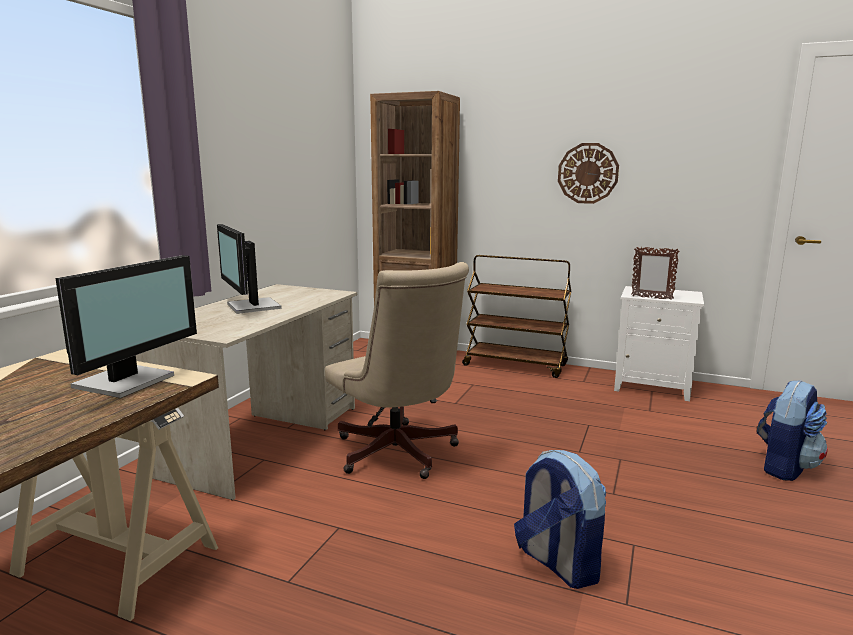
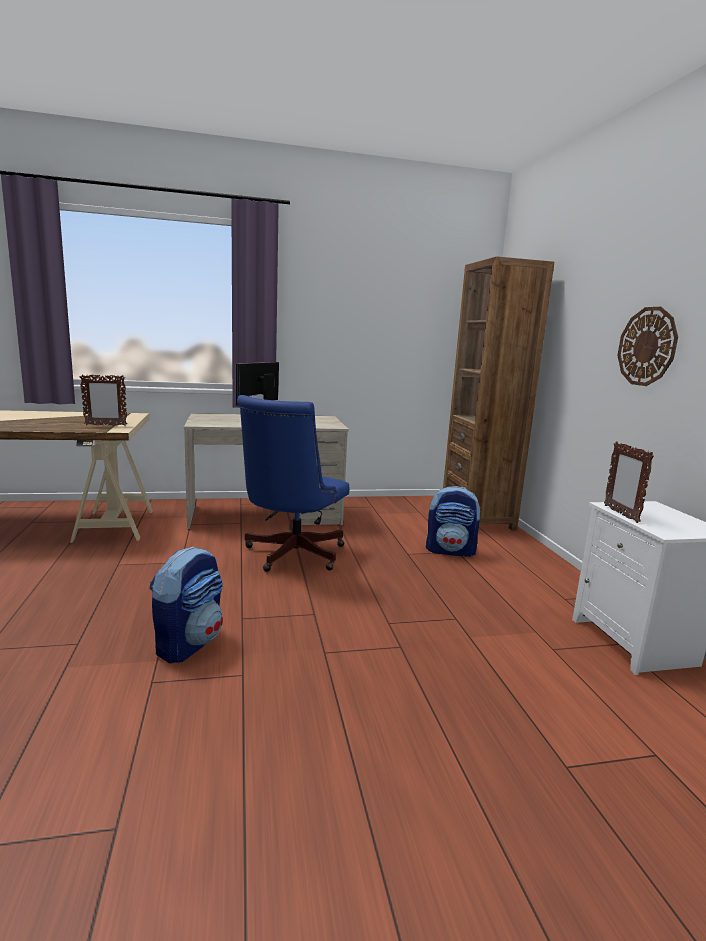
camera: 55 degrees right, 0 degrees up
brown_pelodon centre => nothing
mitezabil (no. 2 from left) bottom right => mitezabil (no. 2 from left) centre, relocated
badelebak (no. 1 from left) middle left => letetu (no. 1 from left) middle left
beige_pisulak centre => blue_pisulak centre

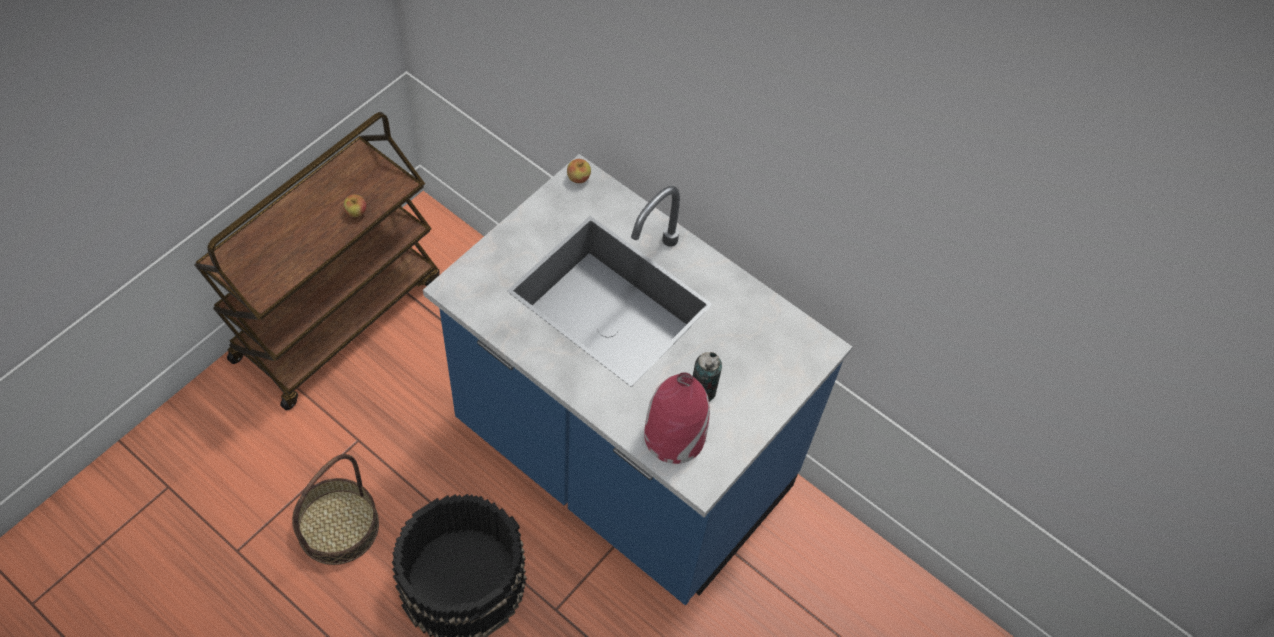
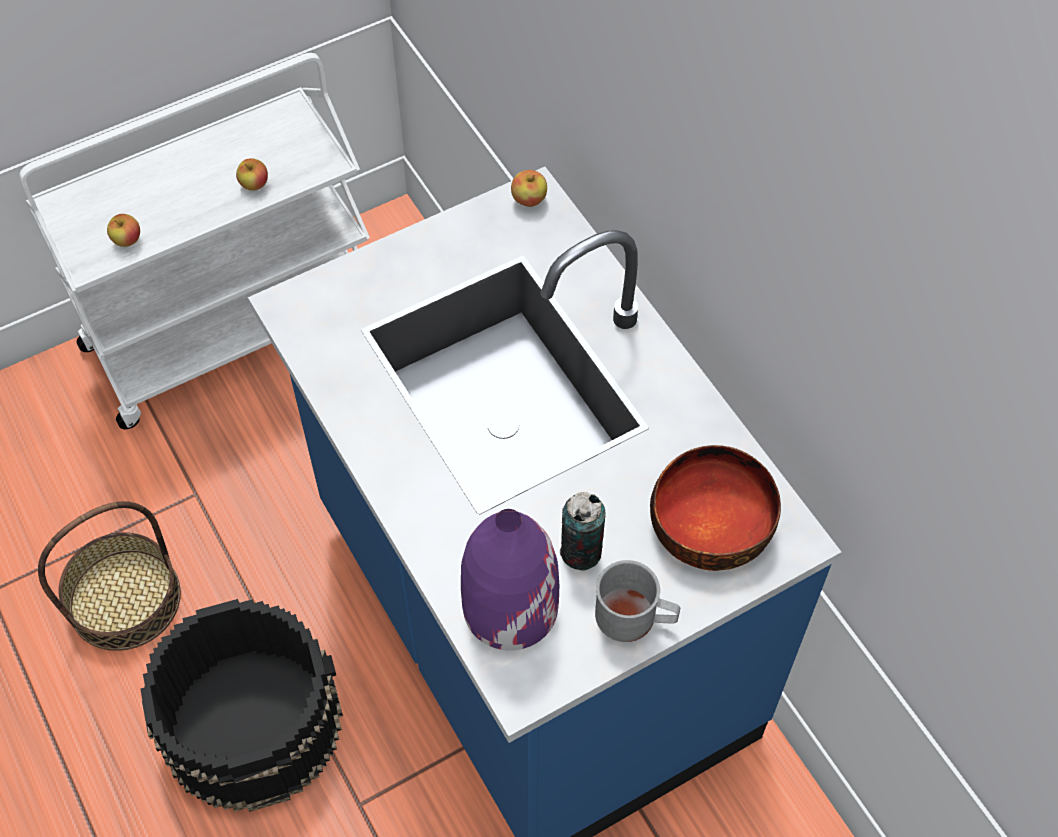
camera: 25 degrees right, 0 degrees up
nothing => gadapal (no. 1 from left) top left
nothing => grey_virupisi bottom centre
nothing => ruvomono middle right
brown_pelodon middle left => white_pelodon top left
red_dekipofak centre => purple_dekipofak bottom centre

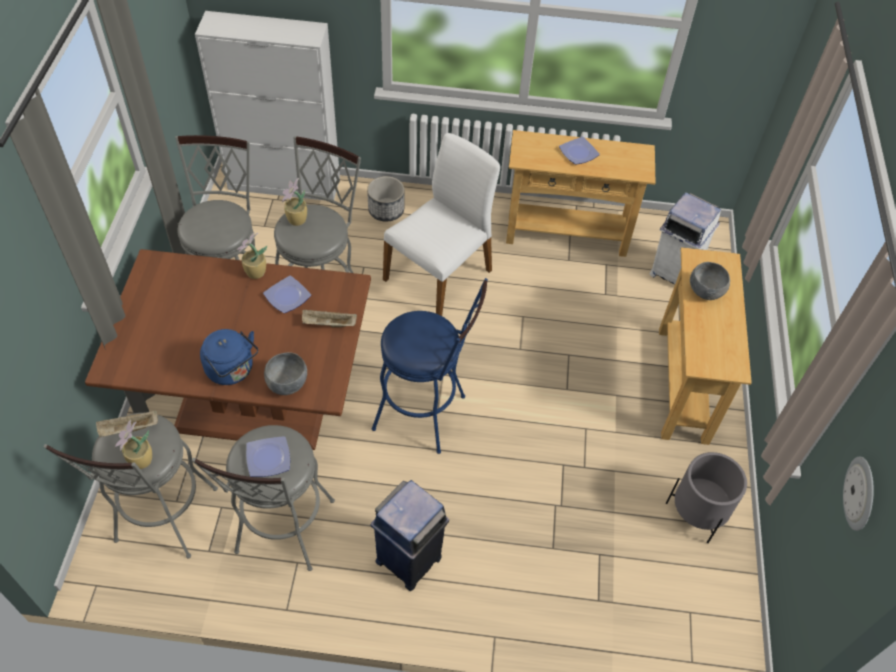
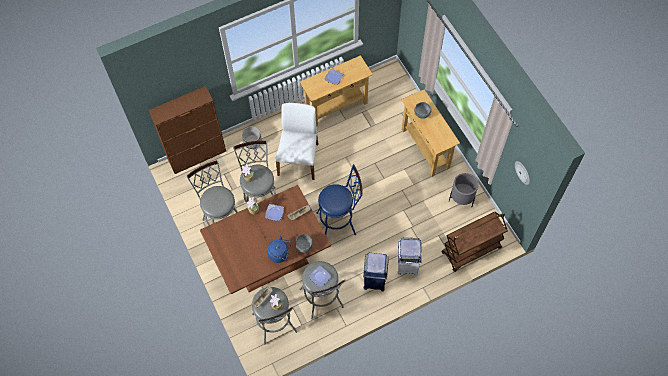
camera: 30 degrees left, 10 degrees up
nothing => brown_pelodon middle right
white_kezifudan middle right => white_kezifudan bottom centre, relocated
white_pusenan top left => brown_pusenan middle left

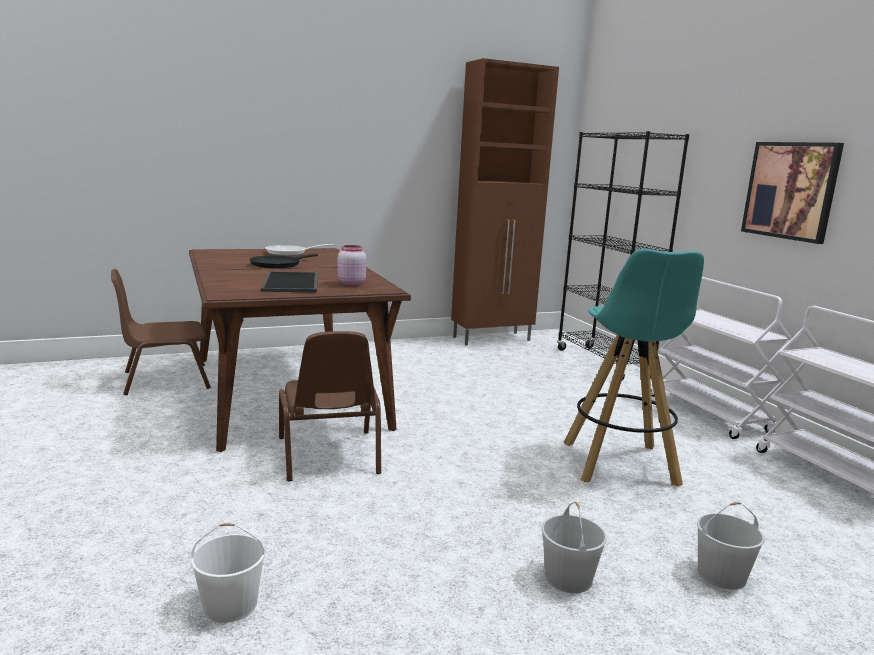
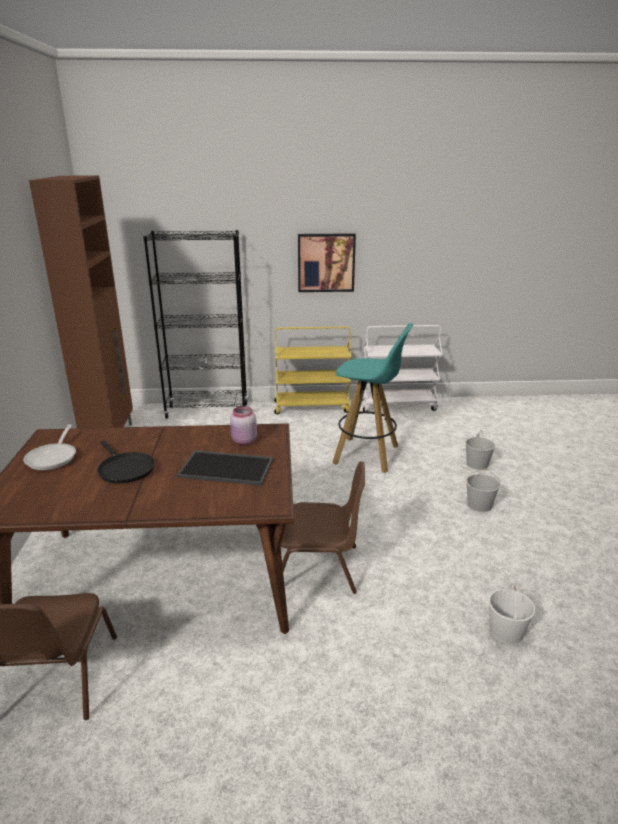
camera: 70 degrees left, 10 degrees up
white_pelodon (no. 1 from left) middle right => yellow_pelodon centre

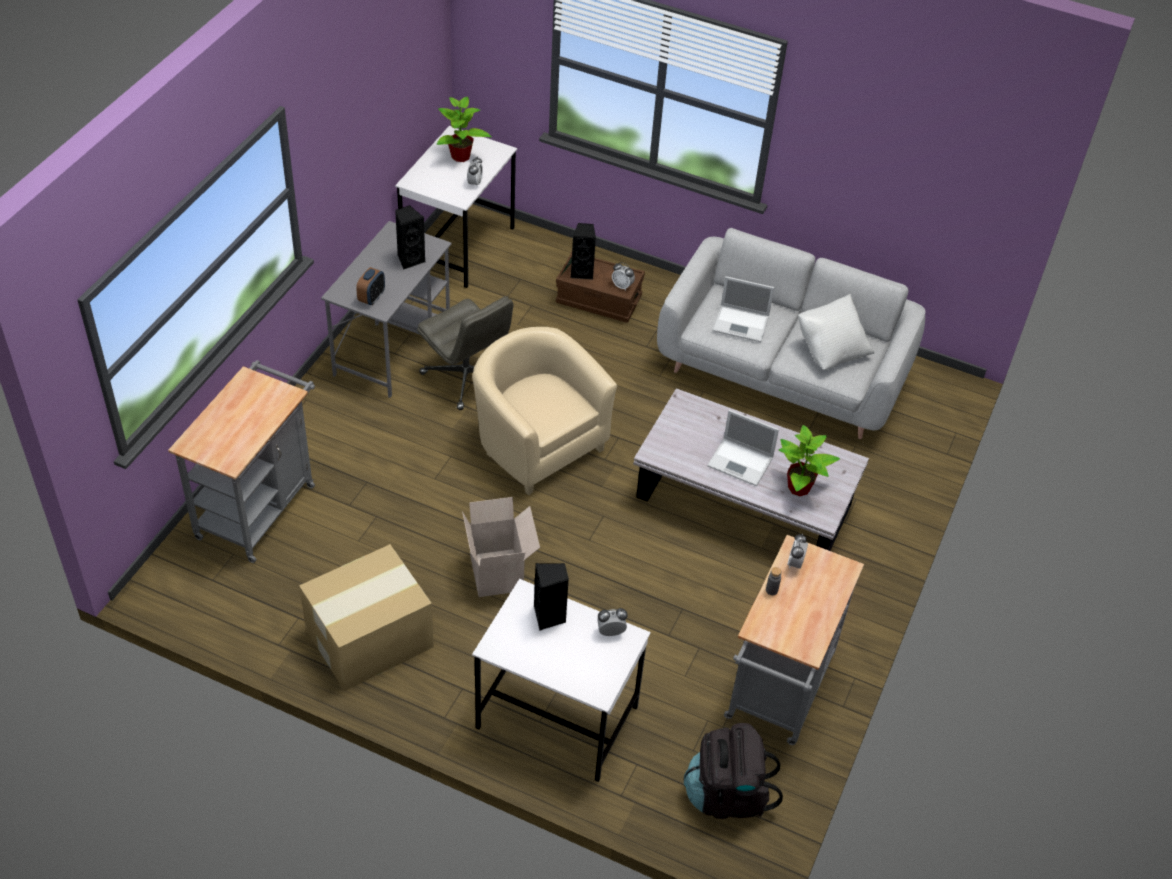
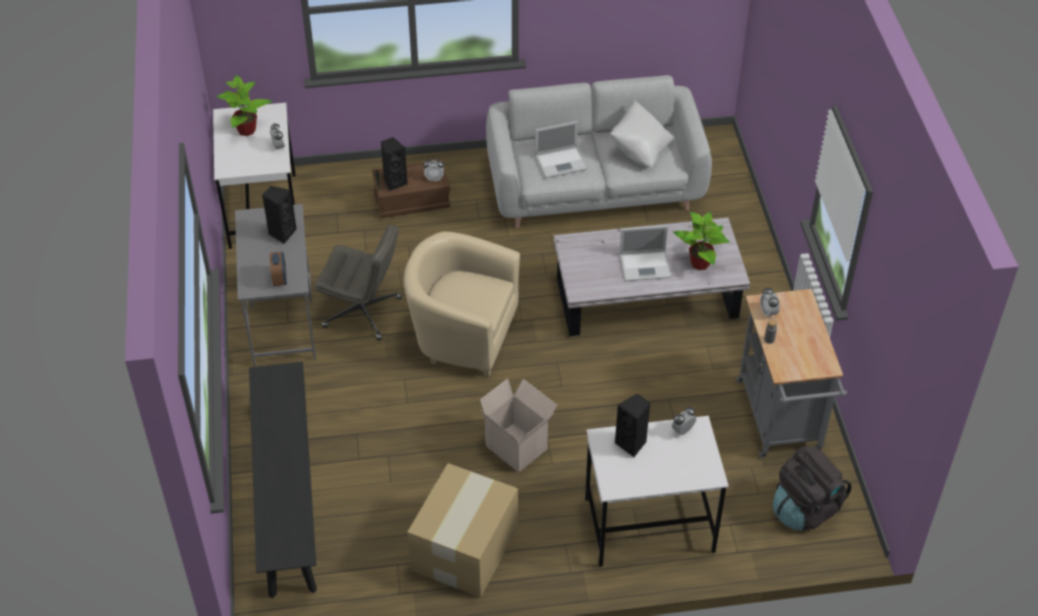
camera: 30 degrees left, 0 degrees up
grey_pelodon (no. 1 from left) middle left => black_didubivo bottom left

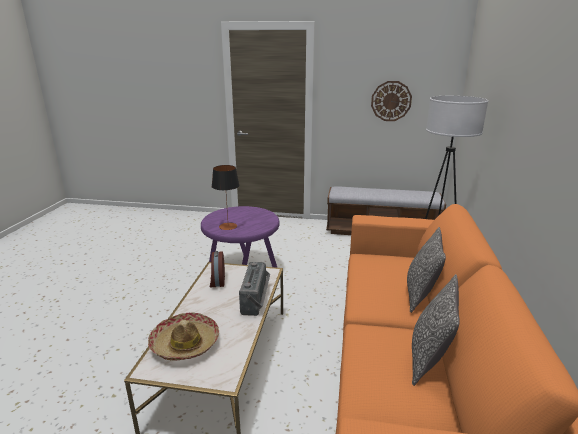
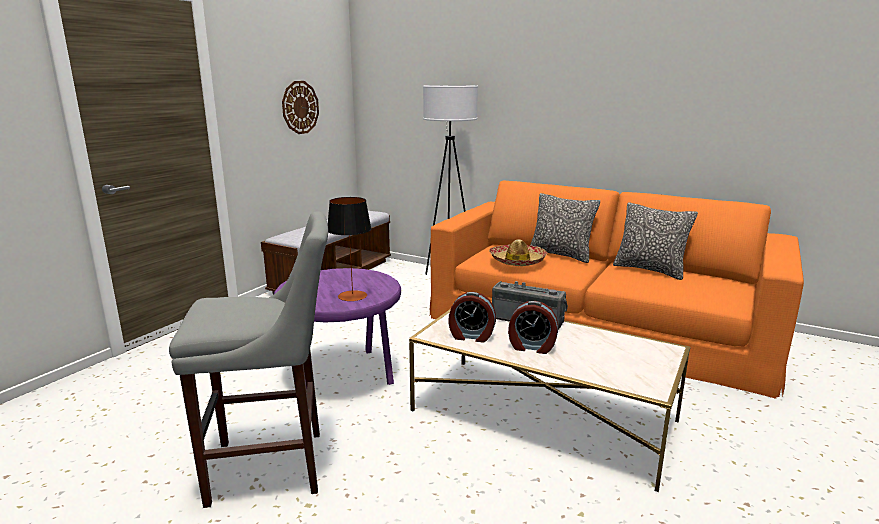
camera: 70 degrees left, 5 degrees down
nothing => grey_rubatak bottom left
nothing => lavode (no. 2 from left) centre
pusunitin bottom left => pusunitin centre, relocated

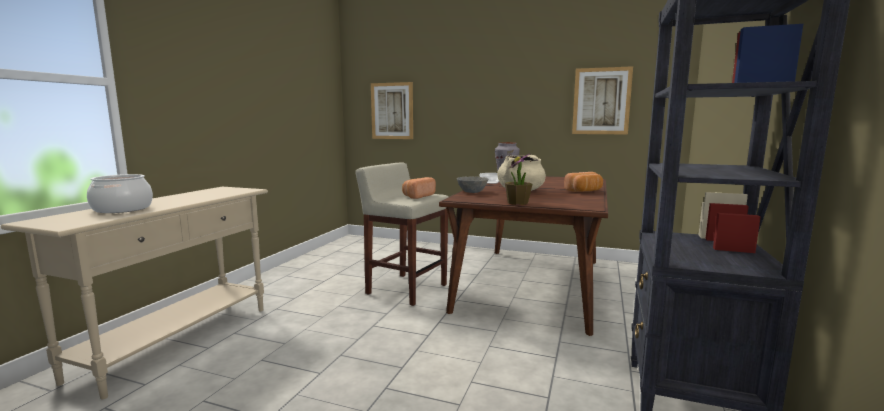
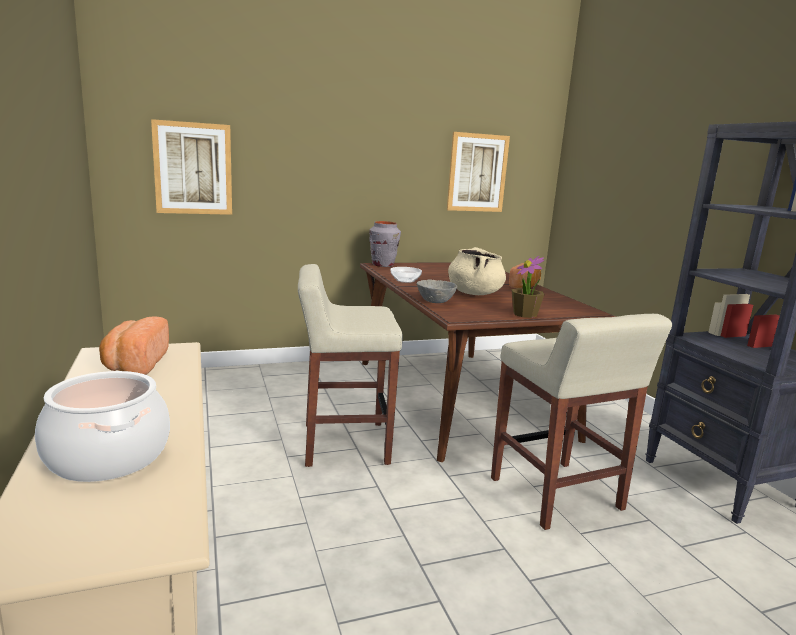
camera: 40 degrees left, 5 degrees up
nothing => beige_rubatak (no. 2 from left) middle right
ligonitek (no. 1 from left) centre => ligonitek (no. 1 from left) middle left, relocated

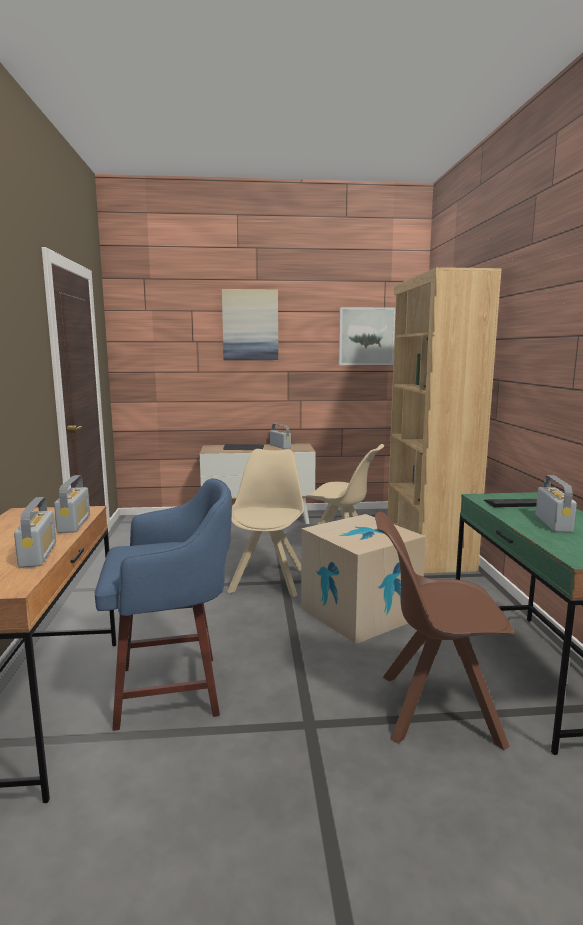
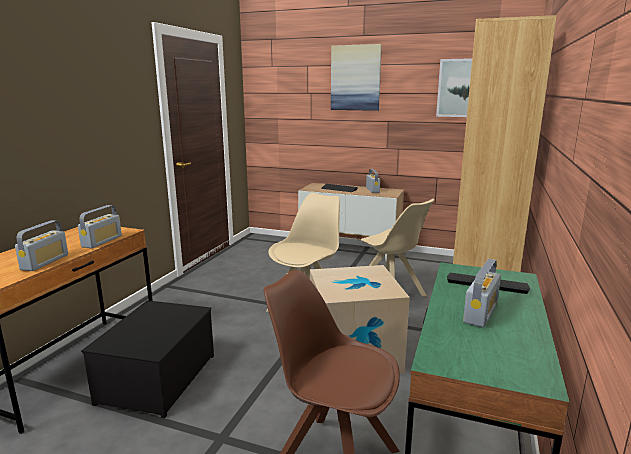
camera: 25 degrees right, 5 degrees up
blue_rubatak middle left => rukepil bottom left

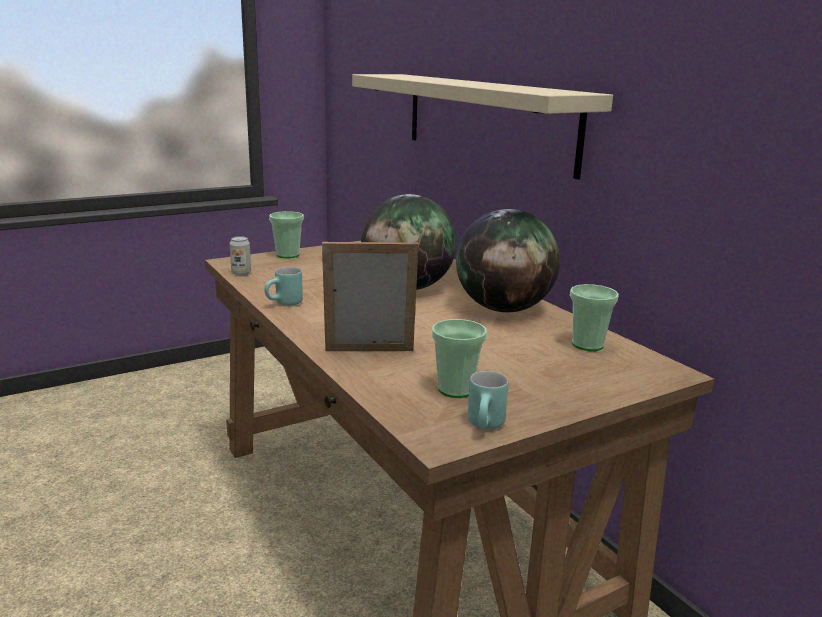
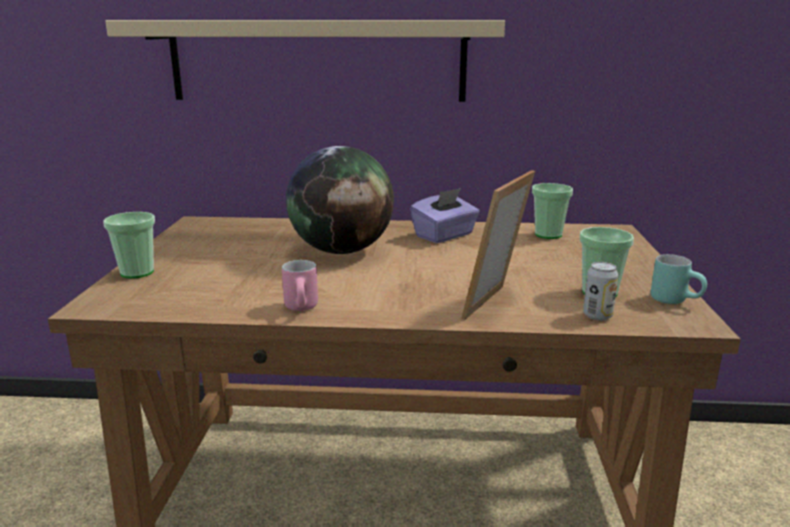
camera: 55 degrees left, 0 degrees up
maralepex middle left => maralepex middle right, relocated
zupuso (no. 2 from left) centre => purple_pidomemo centre
turquoise_virupisi (no. 1 from left) centre => pink_virupisi centre

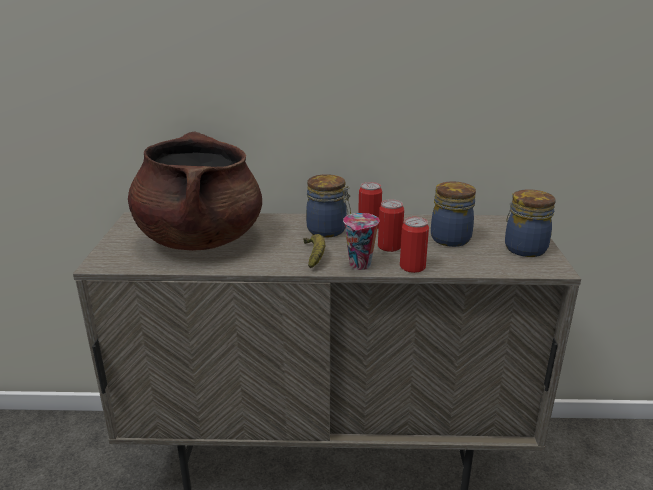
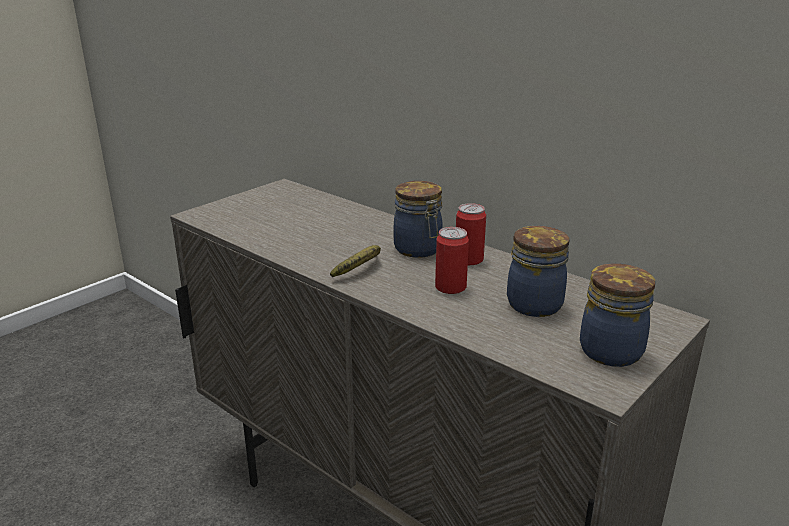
camera: 40 degrees right, 0 degrees up
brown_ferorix middle left => nothing
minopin centre => nothing
maralepex (no. 3 from left) centre => nothing

